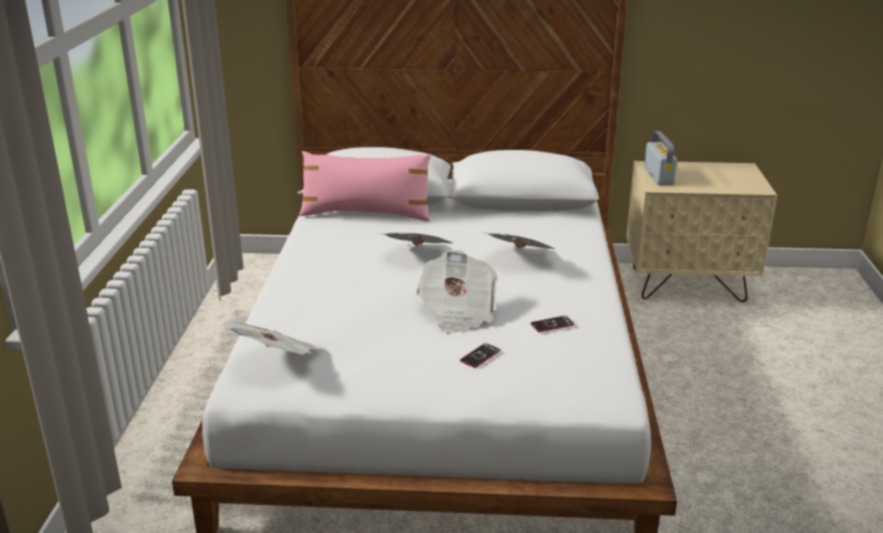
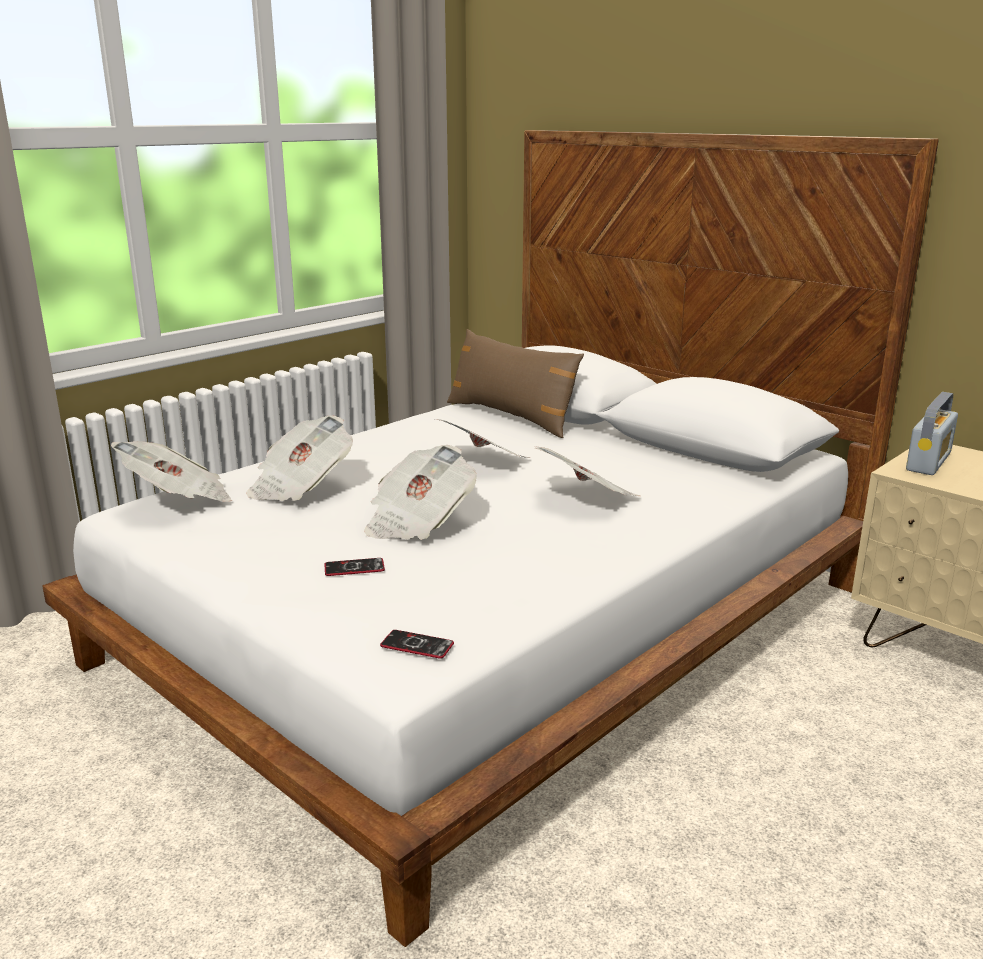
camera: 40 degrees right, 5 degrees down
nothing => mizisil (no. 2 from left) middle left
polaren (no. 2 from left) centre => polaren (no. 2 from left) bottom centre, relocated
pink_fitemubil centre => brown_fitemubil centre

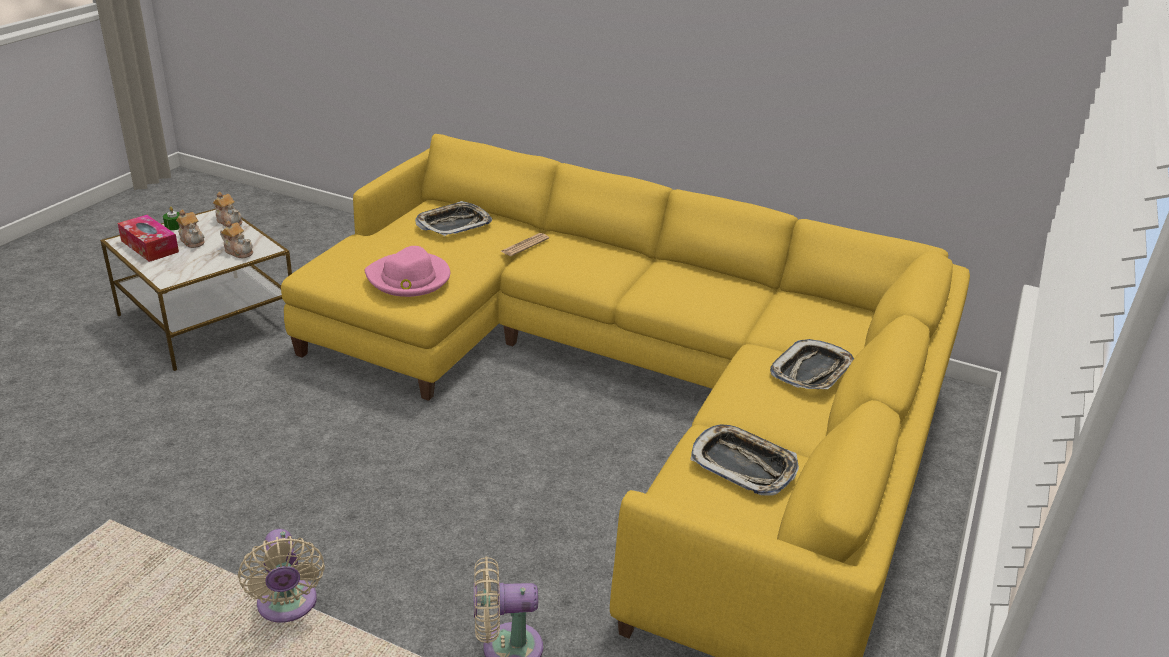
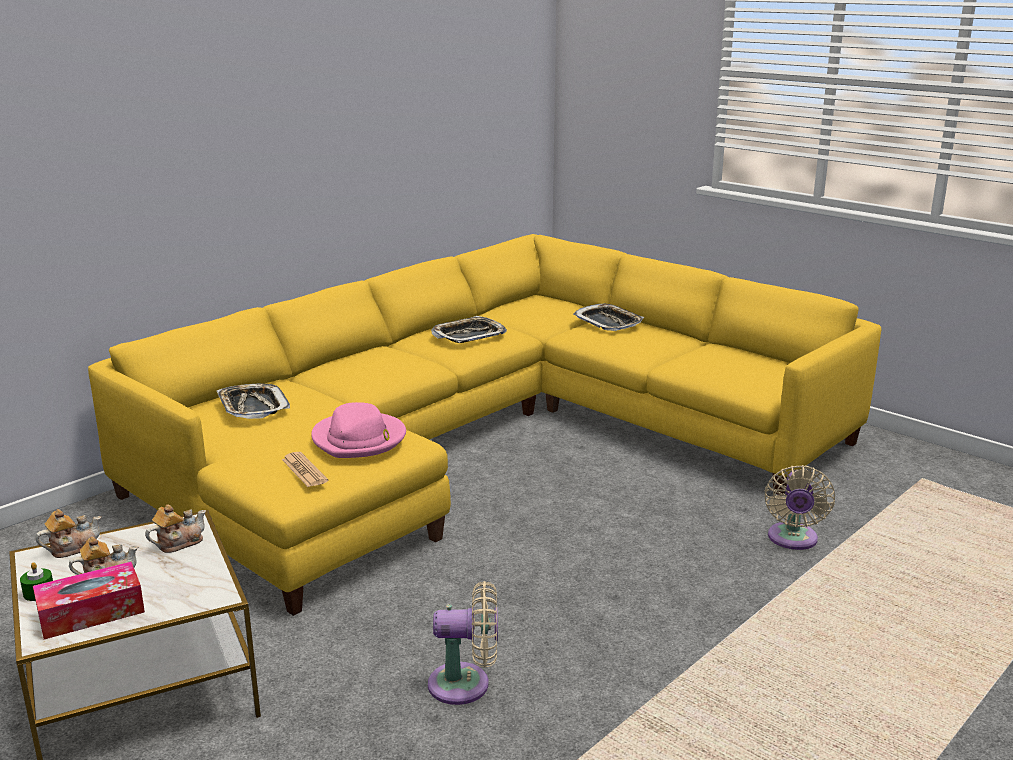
camera: 70 degrees left, 10 degrees down
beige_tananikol (no. 1 from left) bottom left => beige_tananikol (no. 1 from left) bottom centre, relocated
mizisil centre => mizisil middle left, relocated
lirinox (no. 2 from left) bottom centre => lirinox (no. 2 from left) centre, relocated

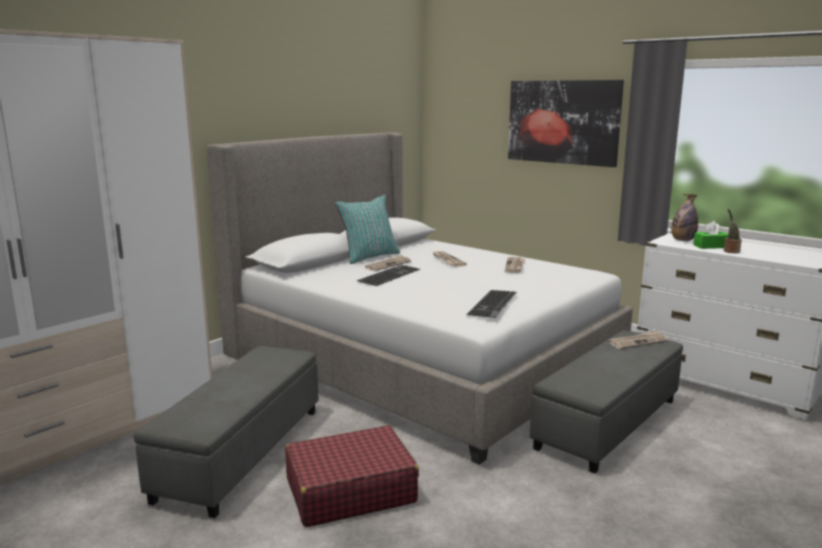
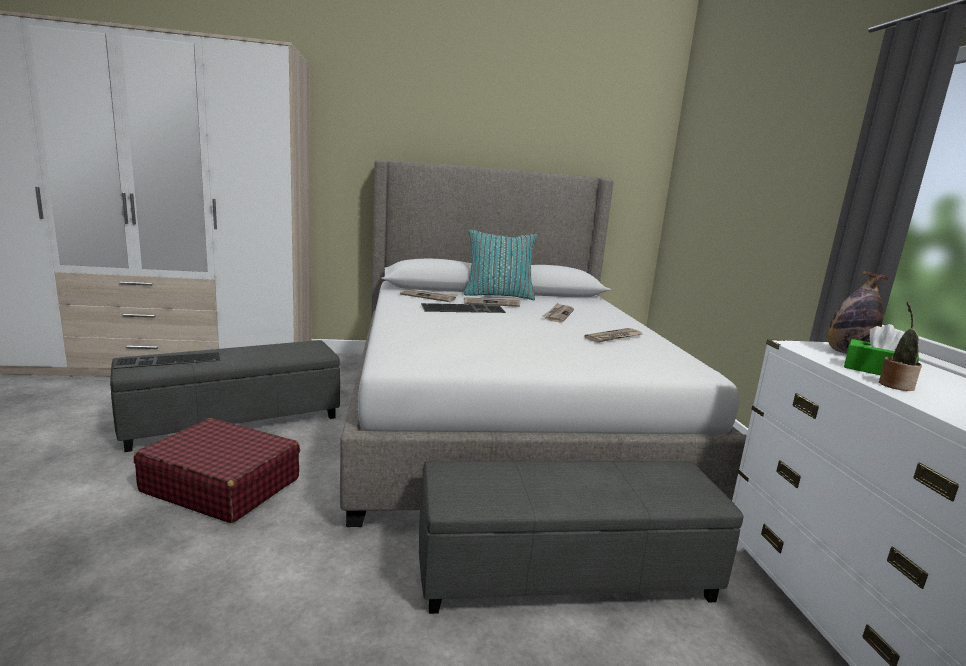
camera: 40 degrees right, 0 degrees up
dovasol top right => nothing
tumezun (no. 2 from left in the first image) centre => tumezun (no. 1 from left) middle left, relocated
mizisil (no. 4 from left in the first image) middle right => mizisil (no. 1 from left) centre, relocated

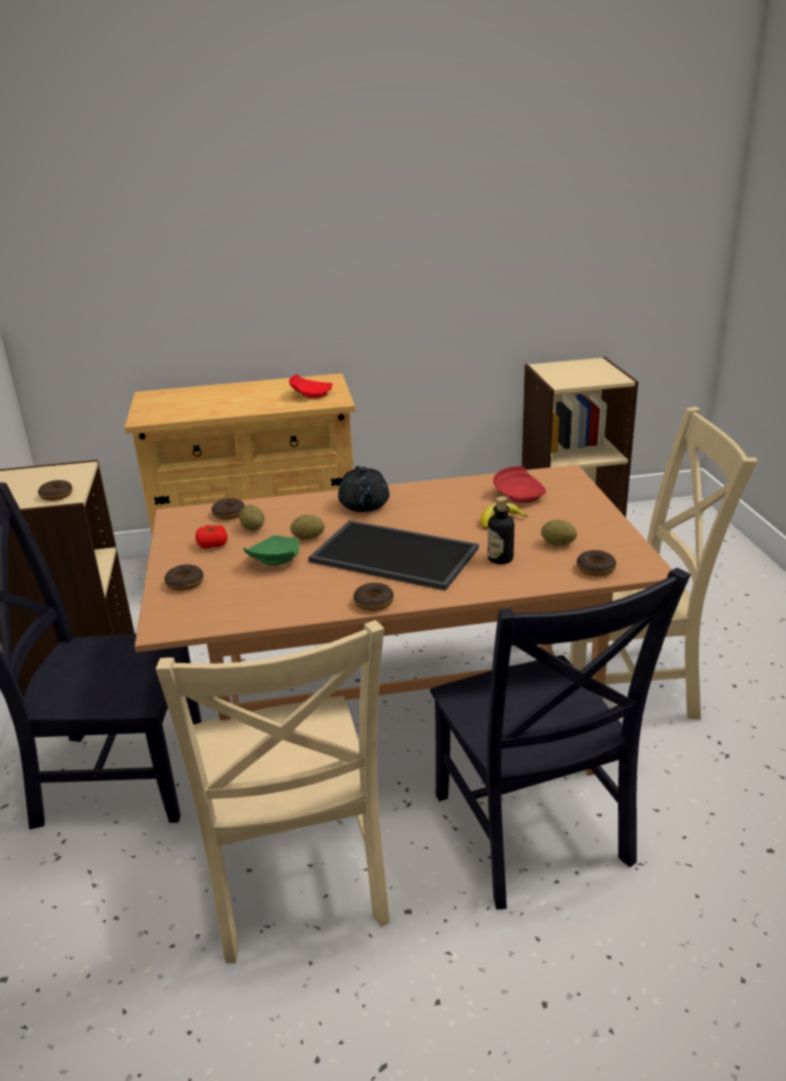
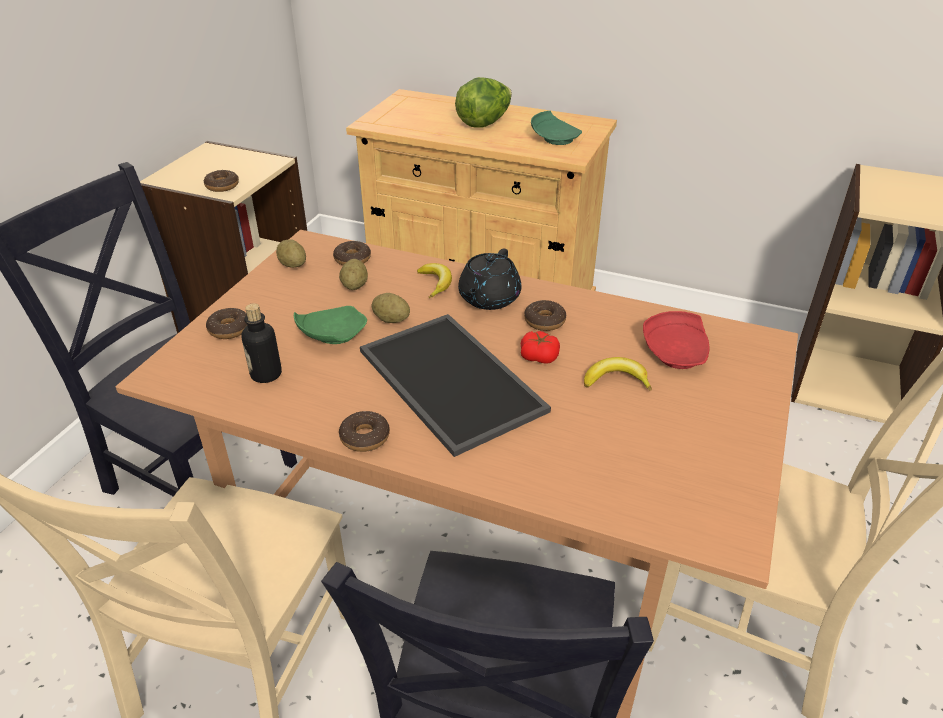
camera: 30 degrees right, 10 degrees up
nothing => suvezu (no. 1 from left) centre
nothing => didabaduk top centre
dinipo middle left => dinipo centre, relocated
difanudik centre => difanudik middle left, relocated
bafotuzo (no. 3 from left in the first image) middle right => bafotuzo (no. 1 from left) middle left, relocated
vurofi (no. 5 from left) middle right => vurofi (no. 5 from left) centre, relocated
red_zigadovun (no. 1 from left) centre => green_zigadovun (no. 2 from left) top centre

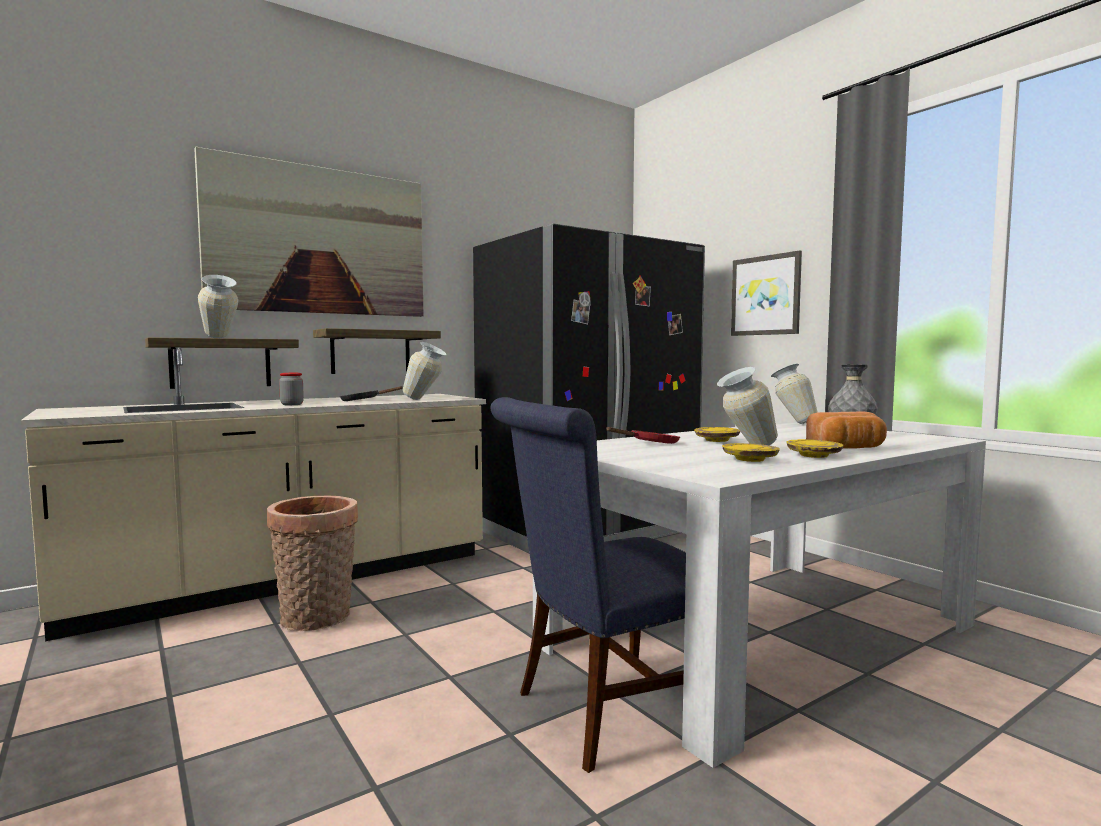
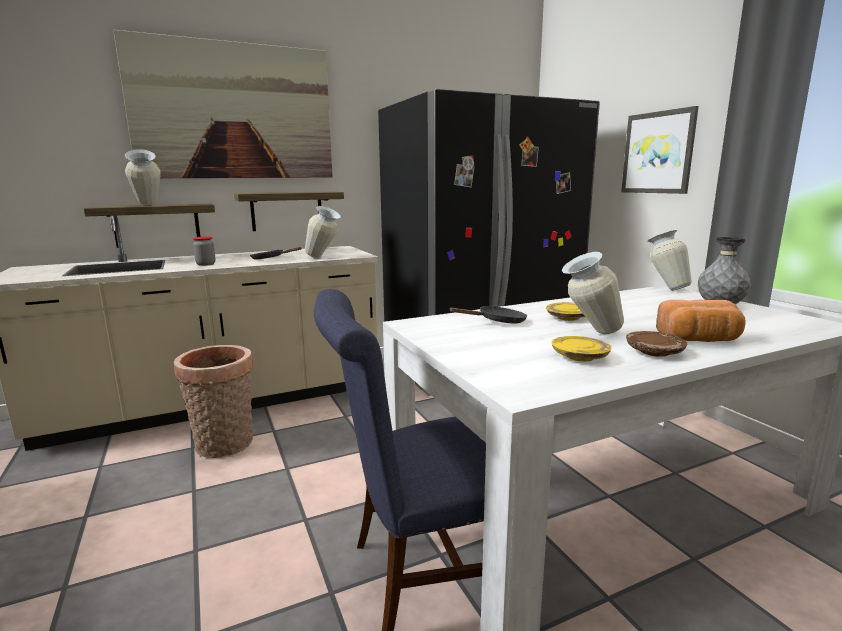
camera: 10 degrees right, 10 degrees up
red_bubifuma centre => black_bubifuma (no. 2 from left) centre
yellow_zigadovun (no. 3 from left) middle right => brown_zigadovun middle right

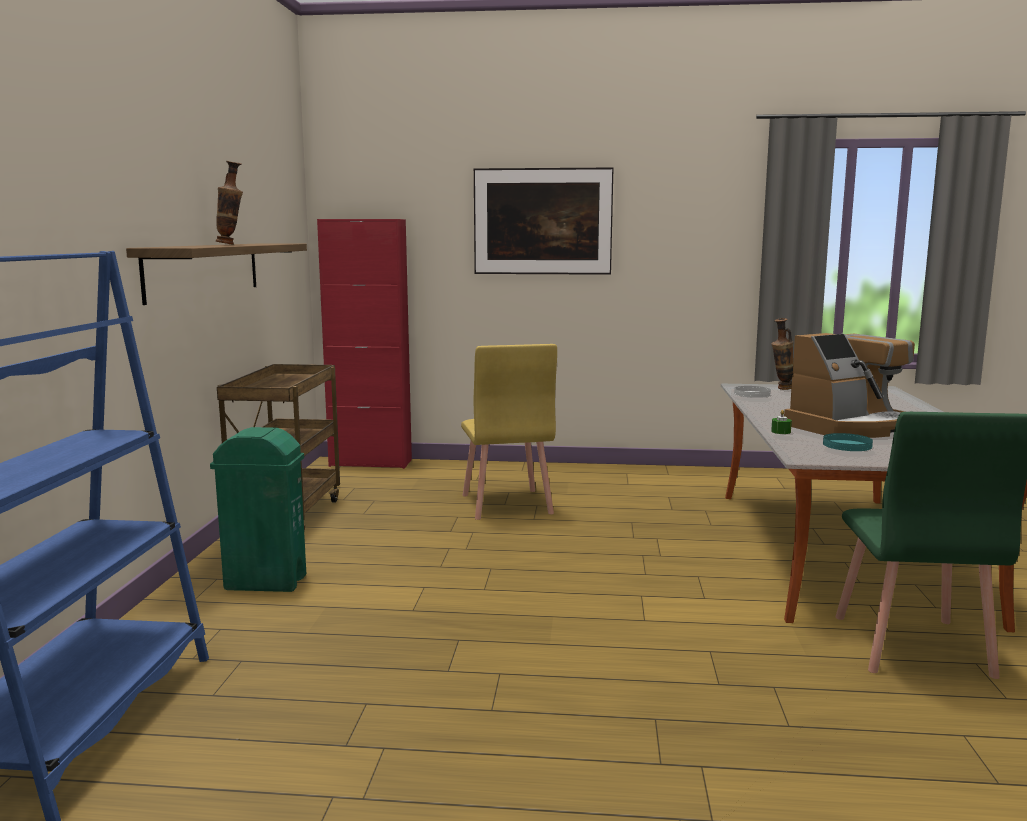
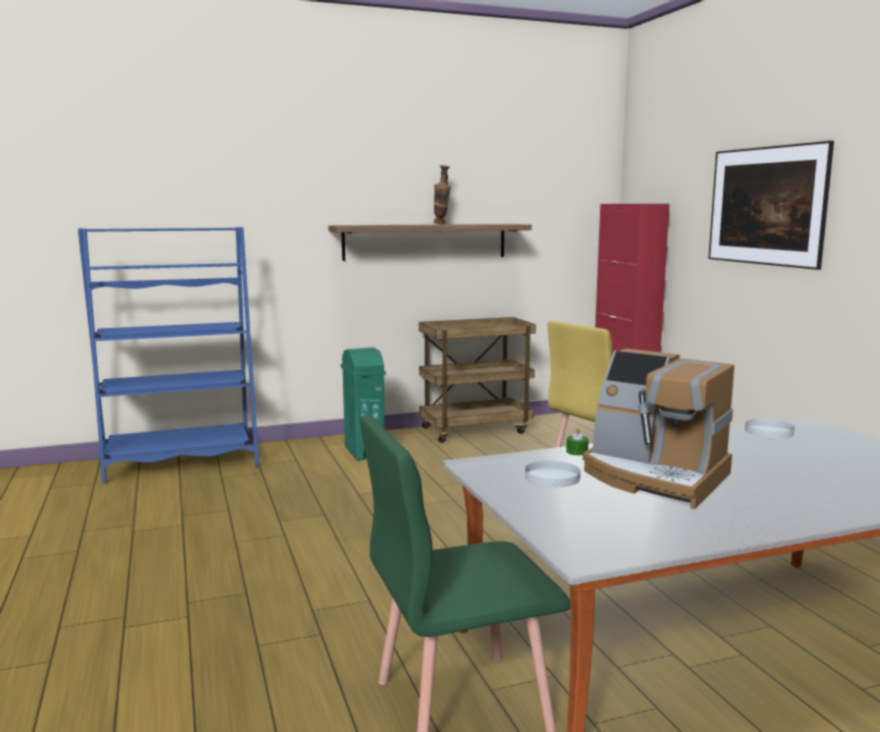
camera: 65 degrees right, 0 degrees up
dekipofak (no. 2 from left) middle right => nothing
turquoise_zigadovun middle right => white_zigadovun (no. 1 from left) centre

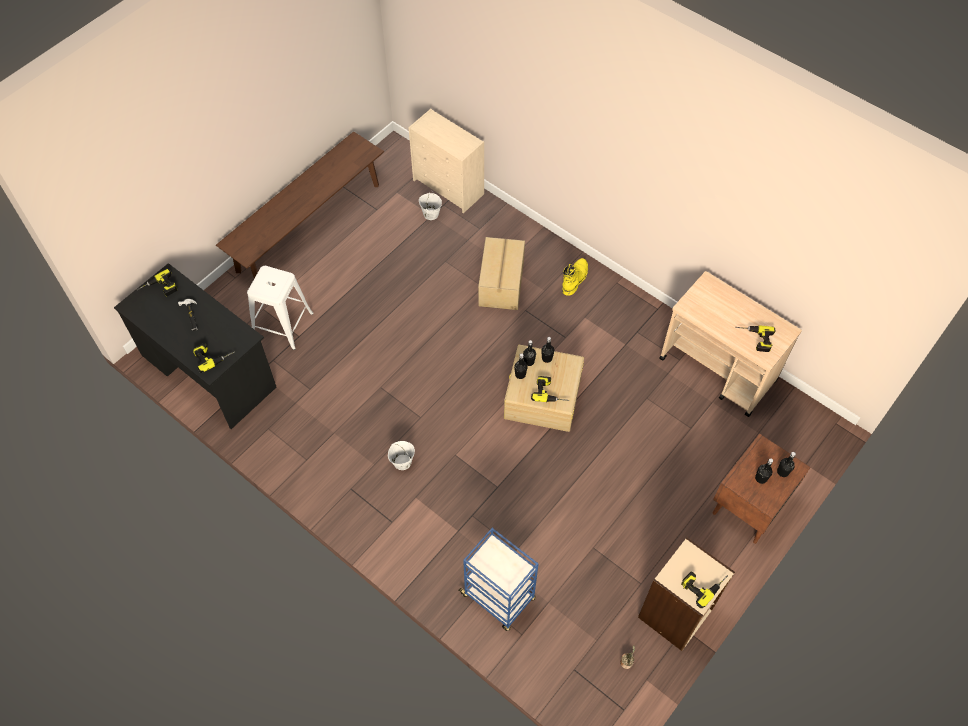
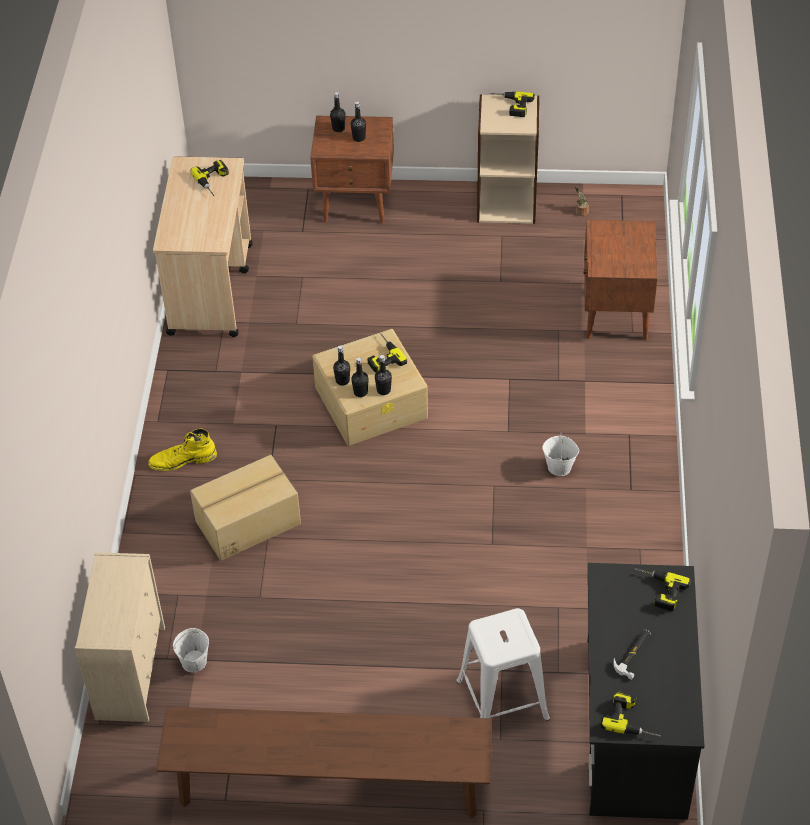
camera: 125 degrees left, 10 degrees down
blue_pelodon bottom centre => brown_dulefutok (no. 2 from left) middle right

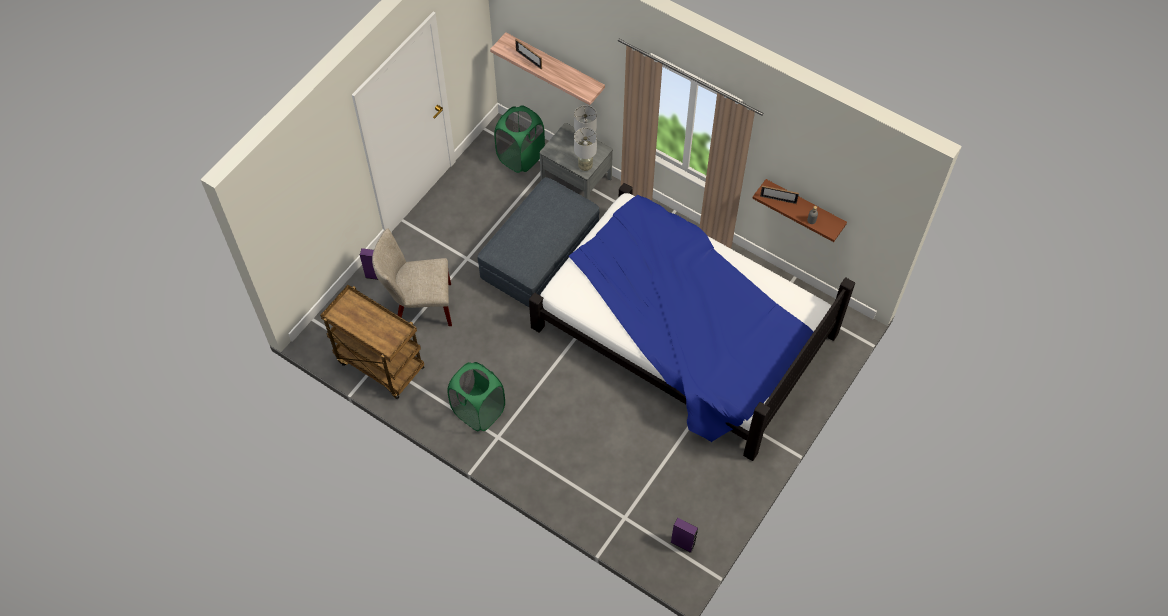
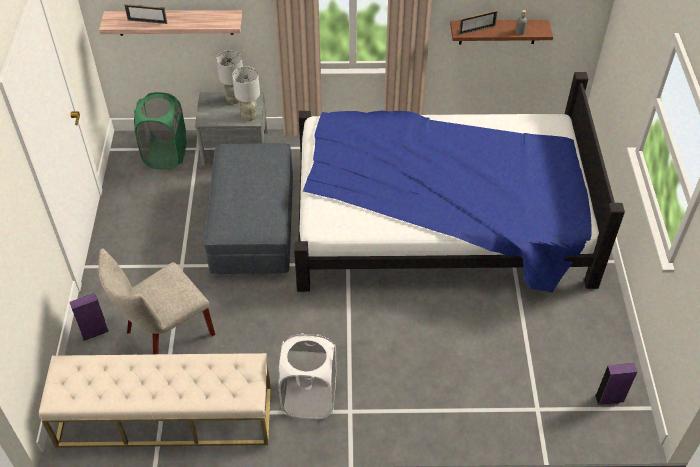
camera: 35 degrees left, 10 degrees down
brown_pelodon middle left => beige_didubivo bottom left
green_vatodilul (no. 1 from left) centre => white_vatodilul bottom centre

